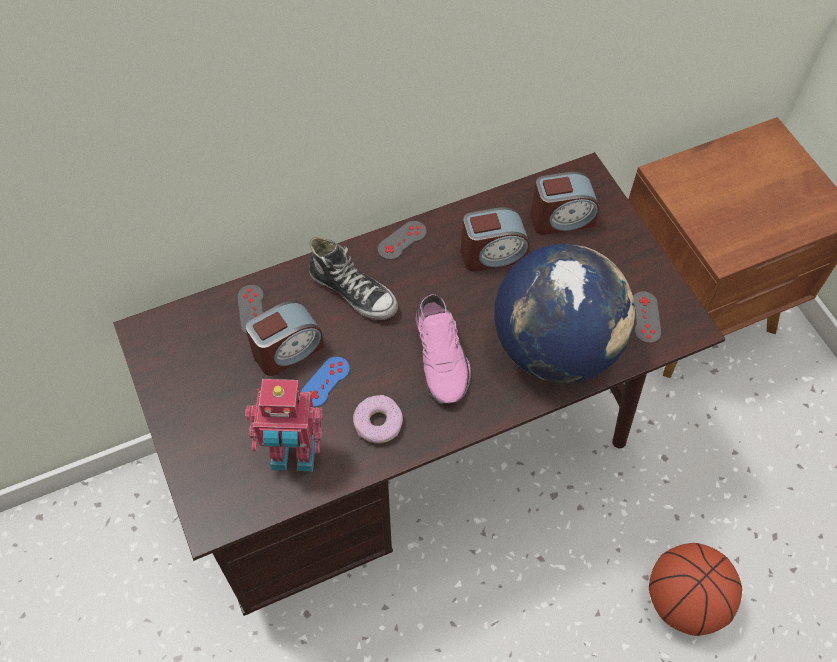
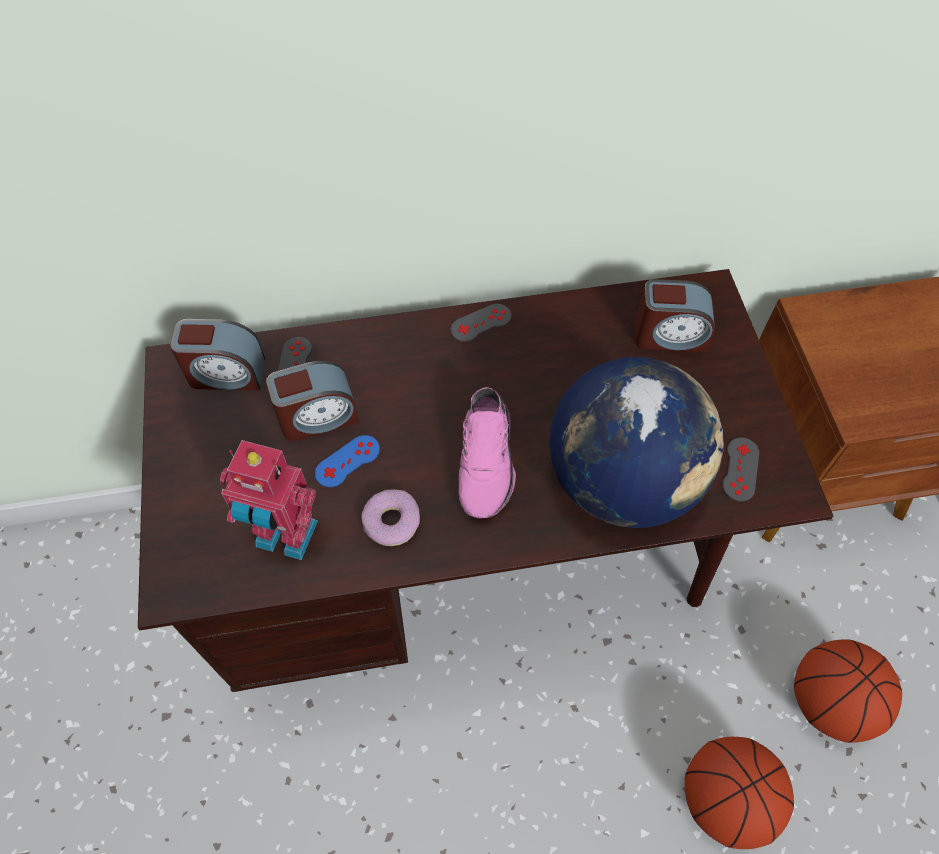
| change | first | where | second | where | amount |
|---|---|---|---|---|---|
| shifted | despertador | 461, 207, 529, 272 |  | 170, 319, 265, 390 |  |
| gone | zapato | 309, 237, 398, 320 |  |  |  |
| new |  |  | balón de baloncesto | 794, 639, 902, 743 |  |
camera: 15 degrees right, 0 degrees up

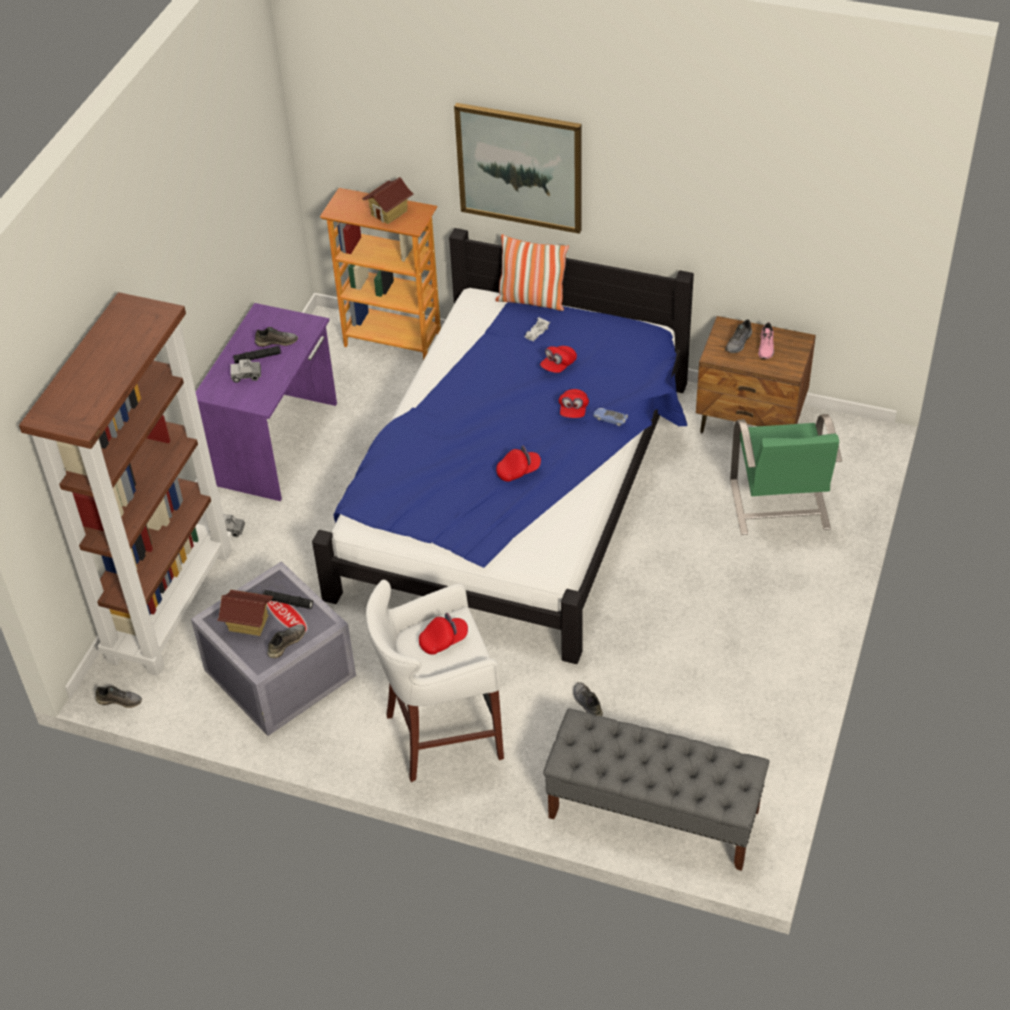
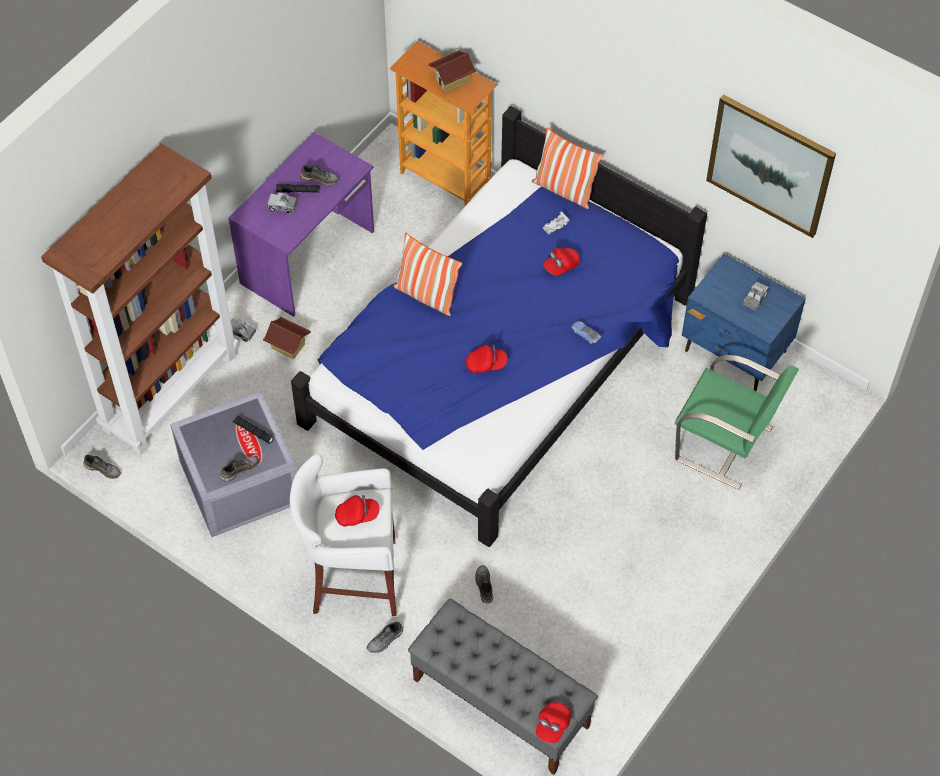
| change | first | where | second | where | amount |
|---|---|---|---|---|---|
| shifted | cuadro | 454, 103, 581, 234 |  | 706, 94, 836, 238 |  |
| repainted | mesita de noche (marrón) | 696, 316, 816, 433 | mesita de noche (azul) | 682, 254, 806, 391 |  |
| shifted | zapato (gris) | 725, 320, 752, 353 |  | 367, 622, 403, 653 |  |
| swapped | zapato (rosa) | 758, 322, 774, 359 | camión de juguete | 743, 281, 769, 310 |  |
| shifted | gorra (rojo) | 559, 389, 589, 418 |  | 536, 702, 571, 743 |  |
| rotated | silla (verde) | 730, 414, 842, 535 |  | 675, 355, 799, 490 | 75 degrees counterclockwise |
| shifted | casita | 217, 590, 273, 636 |  | 263, 316, 311, 359 |  |
| new |  |  | cojín | 393, 233, 463, 316 |  |
camera: 15 degrees right, 10 degrees up

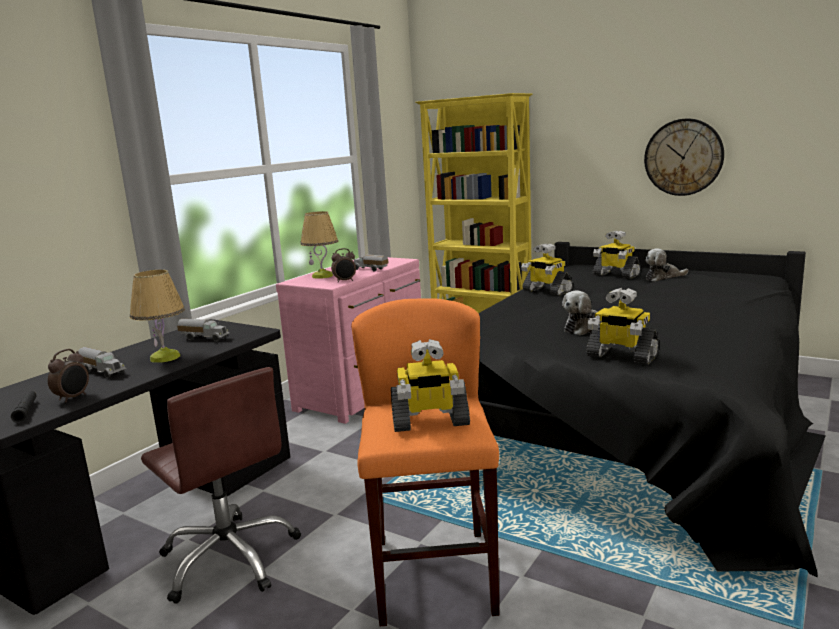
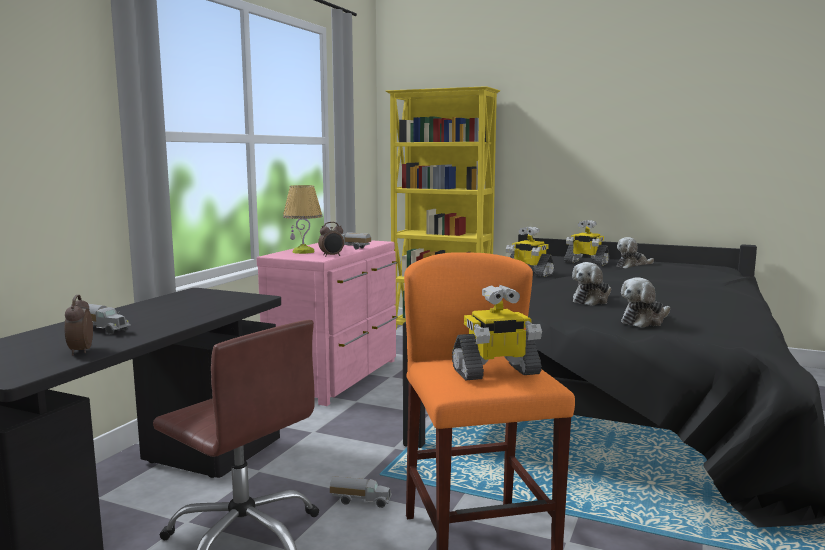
| change | first | where | second | where | amount |
|---|---|---|---|---|---|
| gone | reloj de pared | 644, 119, 724, 196 |  |  |  |
| gone | lámpara de mesa | 130, 270, 185, 363 |  |  |  |
| swapped | robot de juguete | 586, 288, 659, 365 | peluche | 621, 277, 670, 328 |  |
| shifted | camión de juguete | 177, 319, 230, 342 |  | 330, 476, 392, 508 |  |
| rotated | despertador | 48, 349, 89, 403 |  | 64, 295, 93, 356 | 150 degrees clockwise |
| gone | linterna (negro) | 11, 391, 37, 423 |  |  |  |
camera: 10 degrees left, 5 degrees down

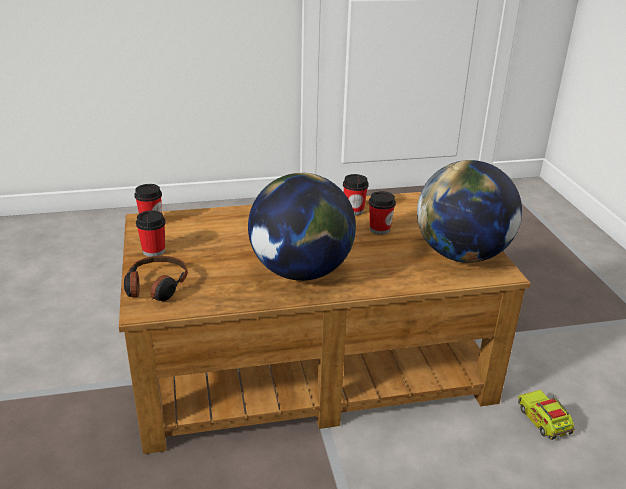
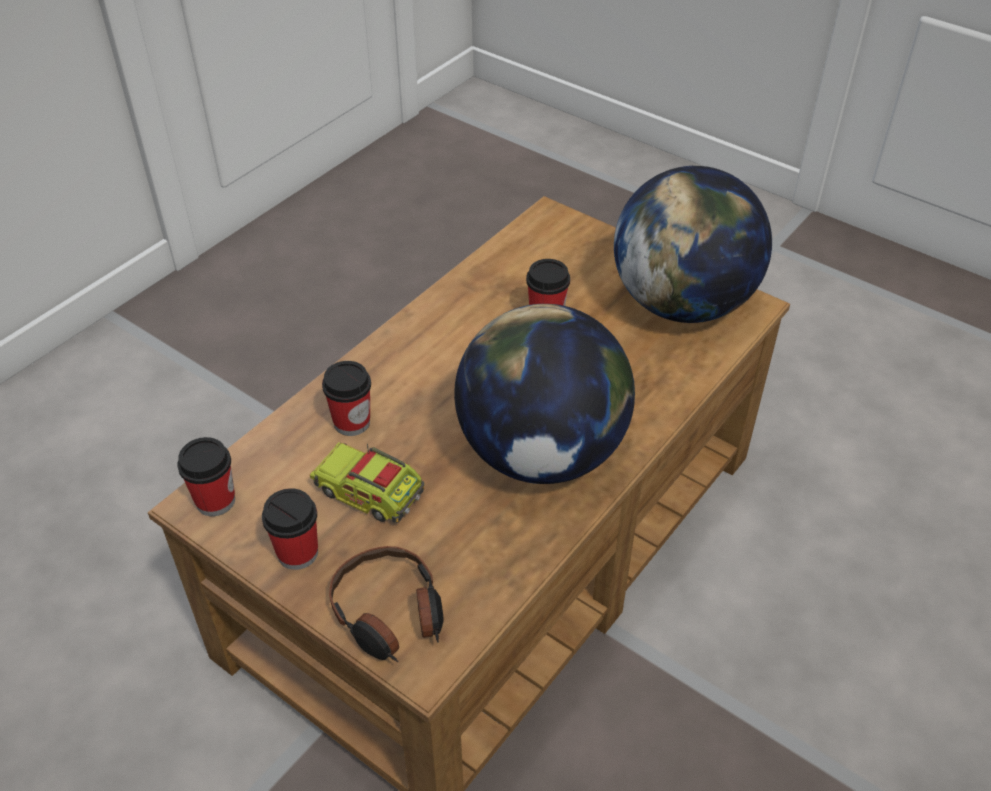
| change | first | where | second | where | amount |
|---|---|---|---|---|---|
| shifted | taza | 343, 174, 368, 215 |  | 322, 361, 371, 436 |  |
| shifted | camión de juguete | 518, 390, 575, 440 |  | 310, 442, 425, 523 |  |
camera: 40 degrees left, 15 degrees up

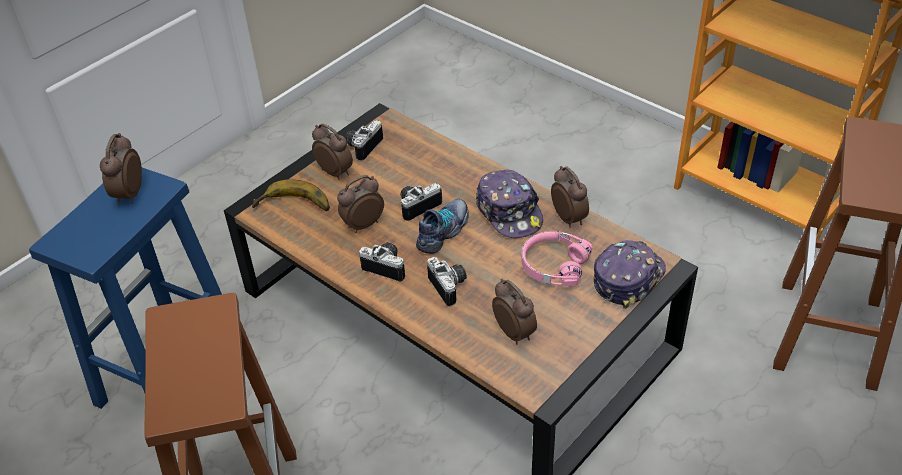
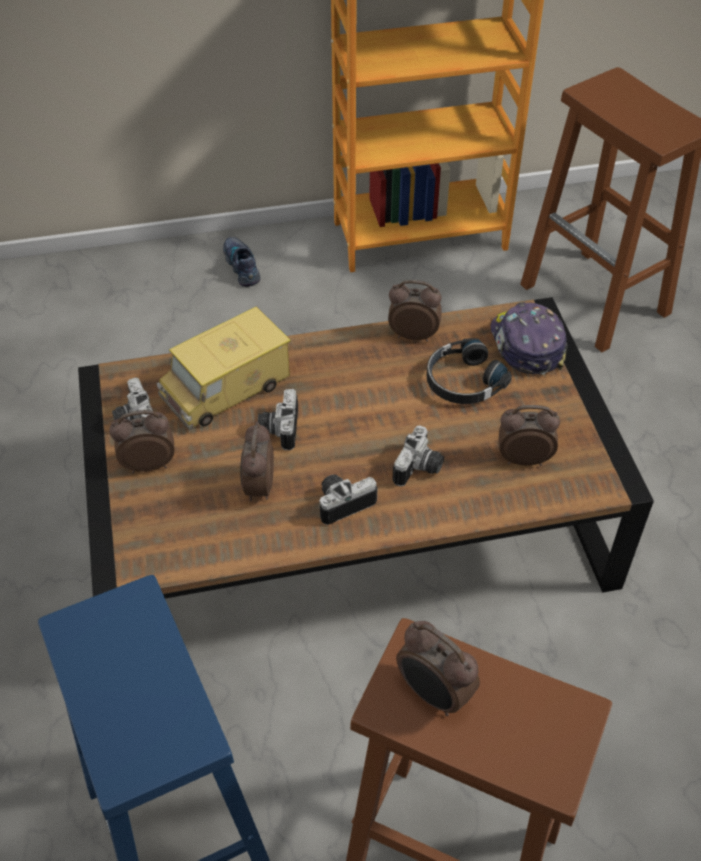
| change | first | where | second | where | amount |
|---|---|---|---|---|---|
| shifted | despertador | 100, 133, 142, 205 |  | 396, 621, 480, 716 |  |
| gone | gorra | 476, 170, 543, 238 |  |  |  |
| gone | plátano | 252, 179, 330, 211 |  |  |  |
| shifted | zapato | 416, 199, 468, 254 |  | 223, 237, 261, 287 |  |
| repainted | auriculares (rosa) | 521, 231, 592, 287 | auriculares (negro) | 427, 338, 512, 404 |  |
| rotated | cámara | 427, 257, 467, 306 |  | 392, 425, 444, 487 | 105 degrees clockwise |
| new |  |  | camión de juguete | 157, 306, 291, 431 |  |
camera: 55 degrees left, 5 degrees up

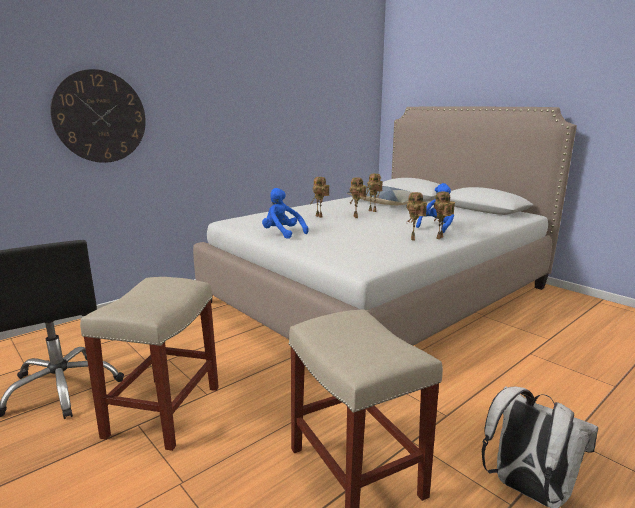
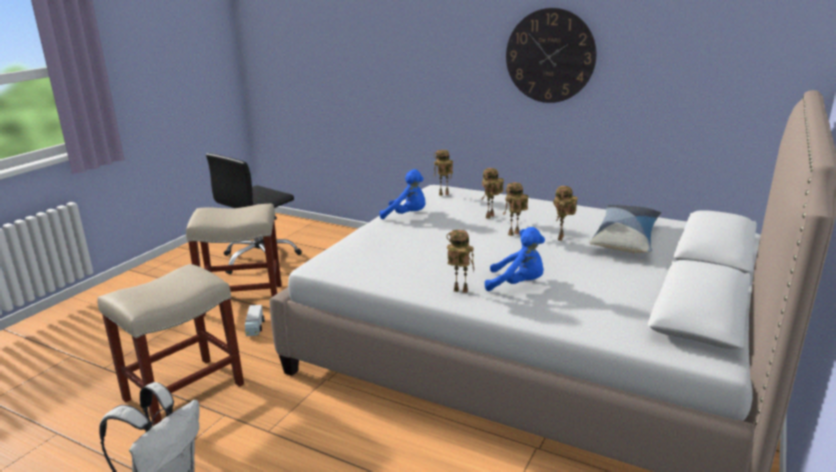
| change | first | where | second | where | amount |
|---|---|---|---|---|---|
| shifted | reloj de pared | 50, 69, 146, 163 |  | 506, 8, 596, 103 |  |
| rotated | peluche (azul) | 262, 188, 309, 239 |  | 380, 169, 426, 219 | 90 degrees clockwise |
| shifted | robot de juguete | 407, 192, 427, 240 |  | 433, 150, 453, 196 |  |
| new |  |  | camión de juguete | 245, 305, 265, 336 |  |
camera: 70 degrees right, 5 degrees up

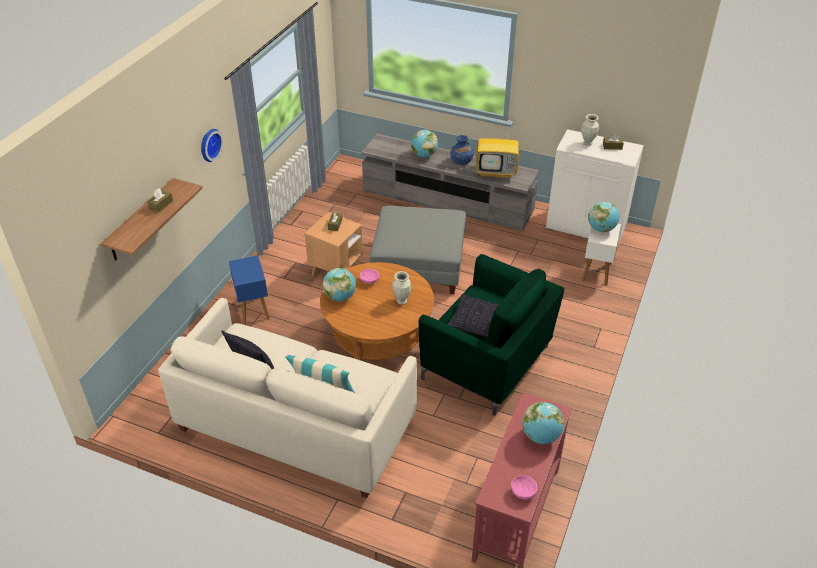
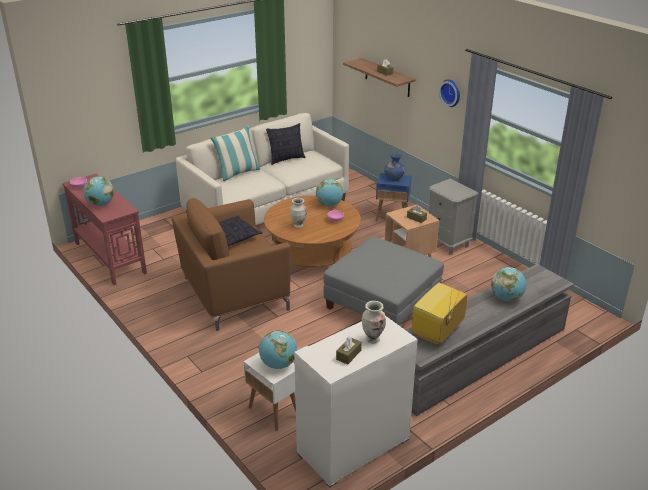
| change | first | where | second | where | amount |
|---|---|---|---|---|---|
| shifted | florero (azul) | 450, 135, 474, 165 |  | 384, 153, 405, 181 |  |
| repainted | sillón (verde) | 419, 254, 564, 416 | sillón (marrón) | 172, 198, 291, 331 |  |
| new |  |  | mesita de noche (gris) | 429, 178, 479, 255 |  |
camera: 120 degrees right, 10 degrees down

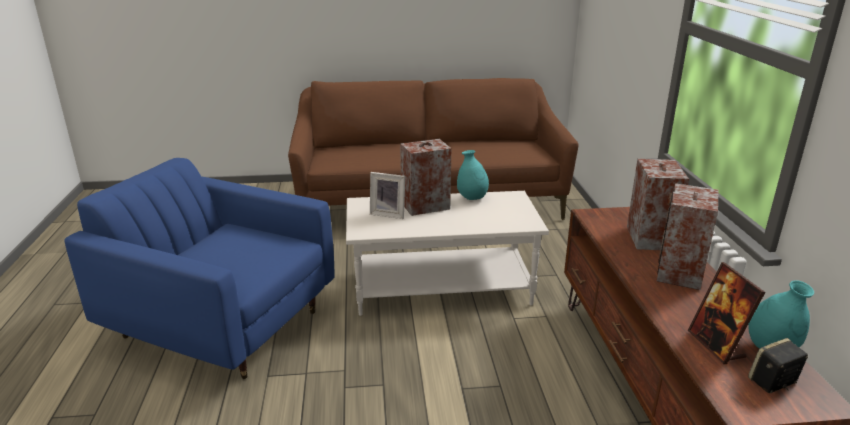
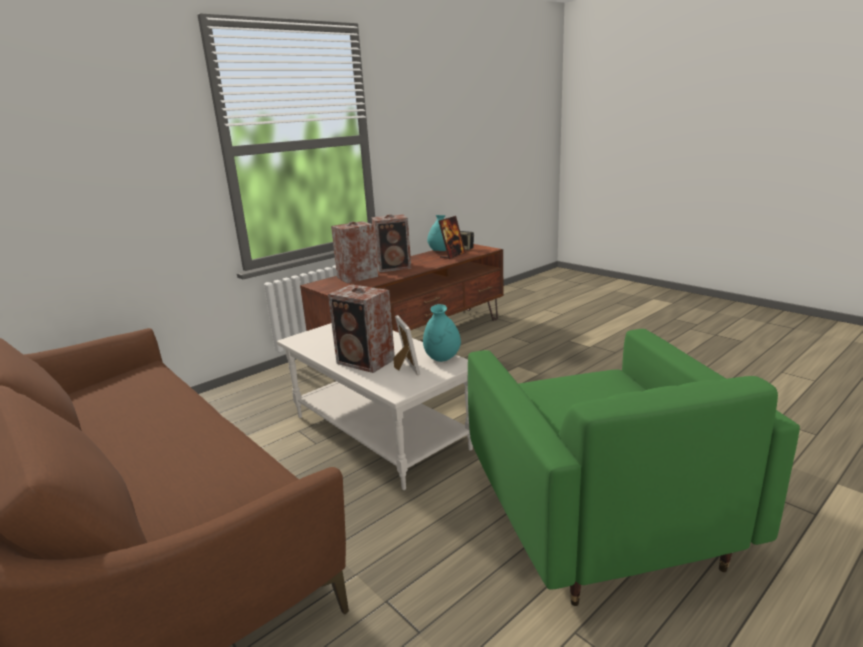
| change | first | where | second | where | amount |
|---|---|---|---|---|---|
| shifted | florero (turquesa) | 457, 150, 489, 200 |  | 423, 304, 461, 362 |  |
| repainted | sillón (azul) | 65, 158, 335, 379 | sillón (verde) | 468, 329, 800, 606 |  |
camera: 125 degrees left, 5 degrees down

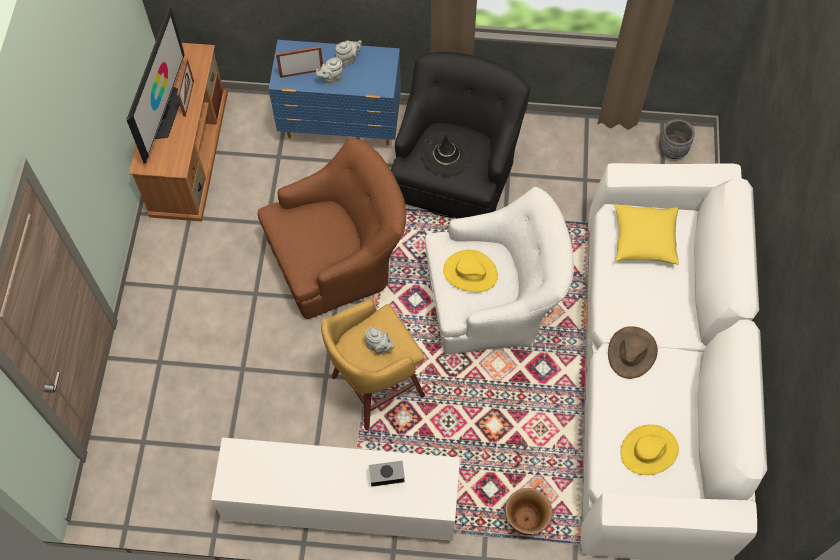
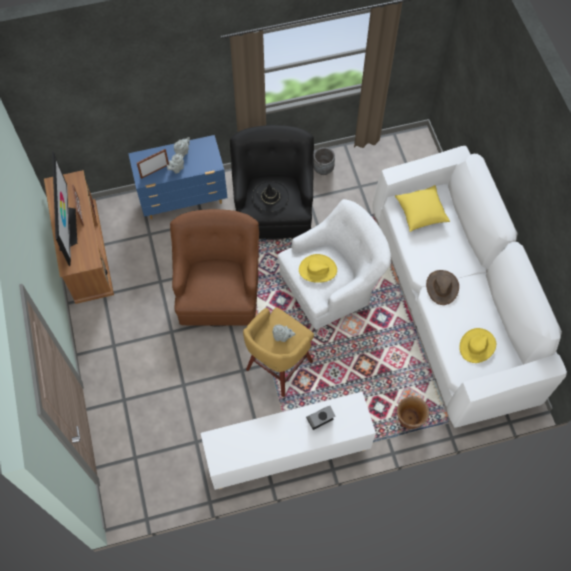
| change | first | where | second | where | amount |
|---|---|---|---|---|---|
| shifted | maceta (gris) | 659, 119, 695, 159 |  | 313, 147, 335, 175 |  |
| rotated | sillón (marrón) | 258, 137, 406, 319 |  | 170, 209, 259, 327 | 45 degrees counterclockwise |
camera: 20 degrees left, 0 degrees up

